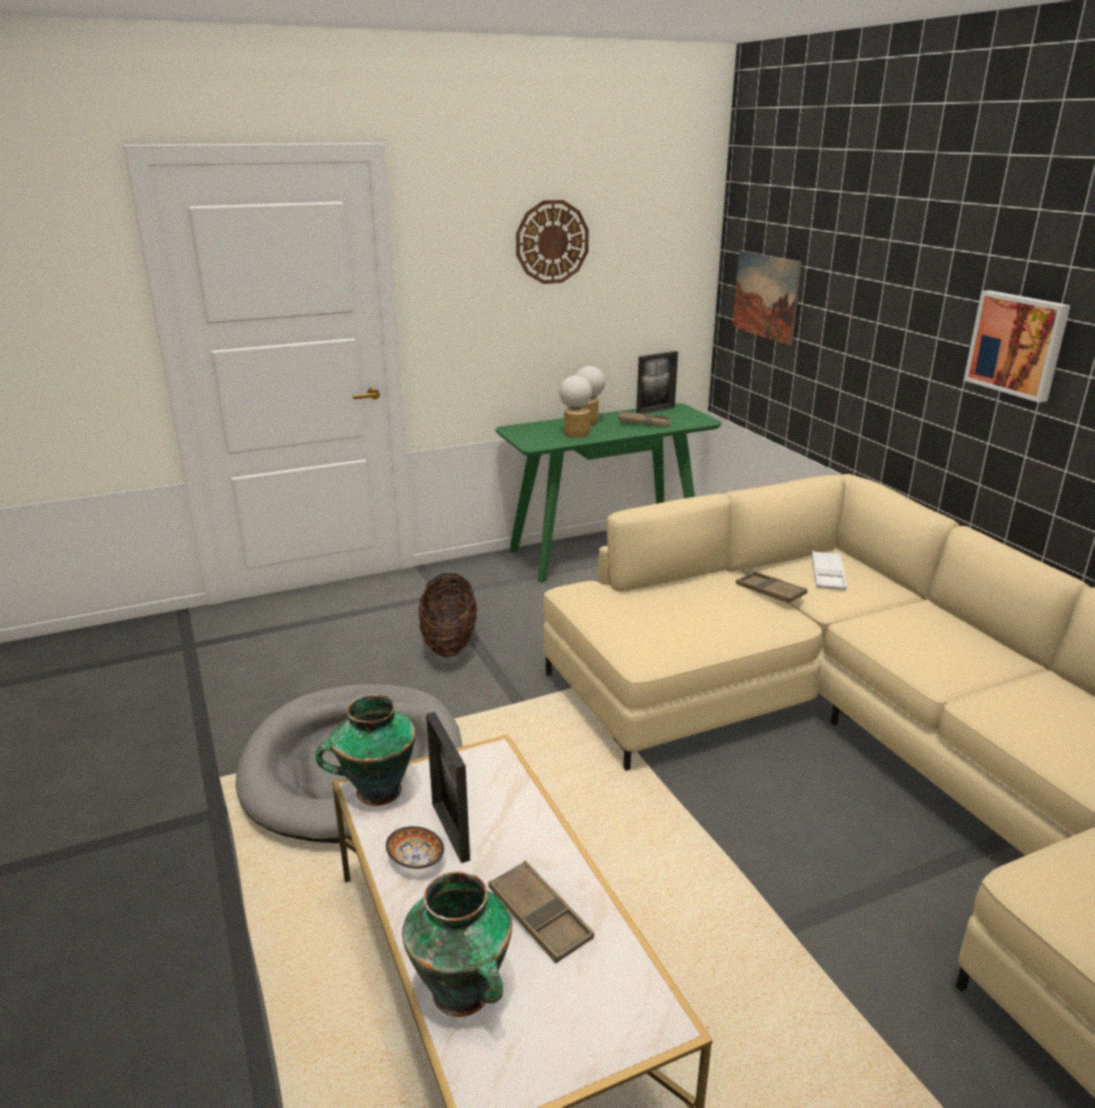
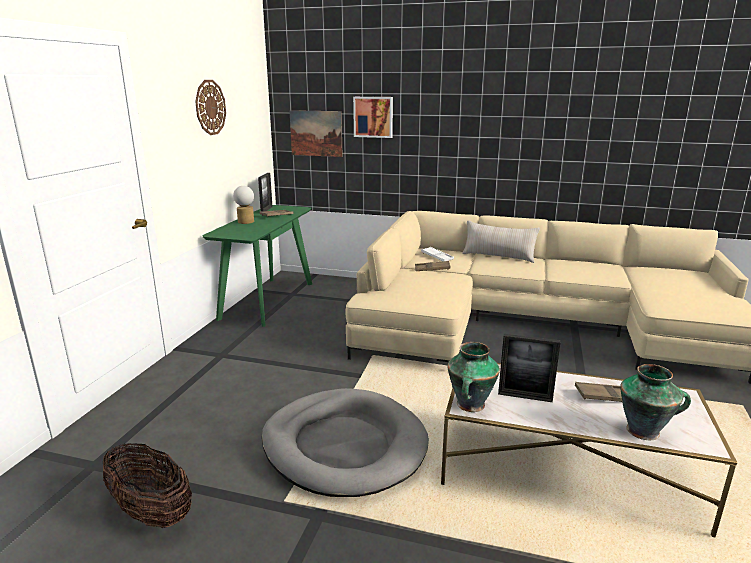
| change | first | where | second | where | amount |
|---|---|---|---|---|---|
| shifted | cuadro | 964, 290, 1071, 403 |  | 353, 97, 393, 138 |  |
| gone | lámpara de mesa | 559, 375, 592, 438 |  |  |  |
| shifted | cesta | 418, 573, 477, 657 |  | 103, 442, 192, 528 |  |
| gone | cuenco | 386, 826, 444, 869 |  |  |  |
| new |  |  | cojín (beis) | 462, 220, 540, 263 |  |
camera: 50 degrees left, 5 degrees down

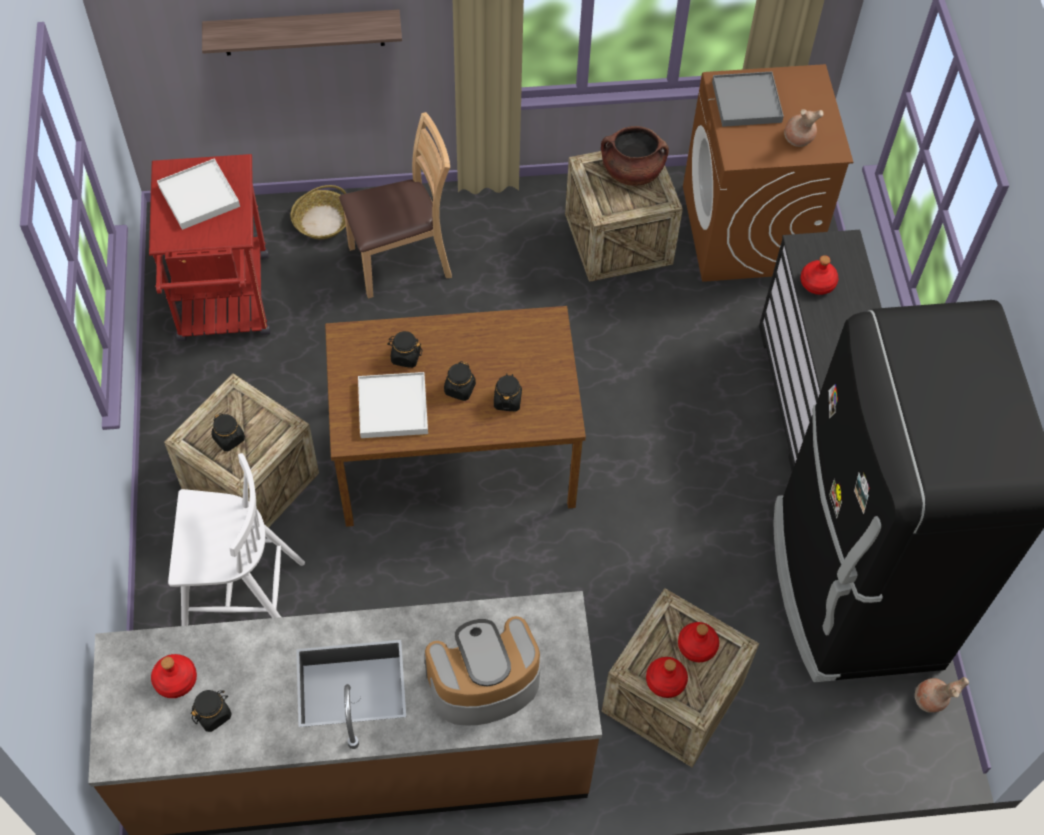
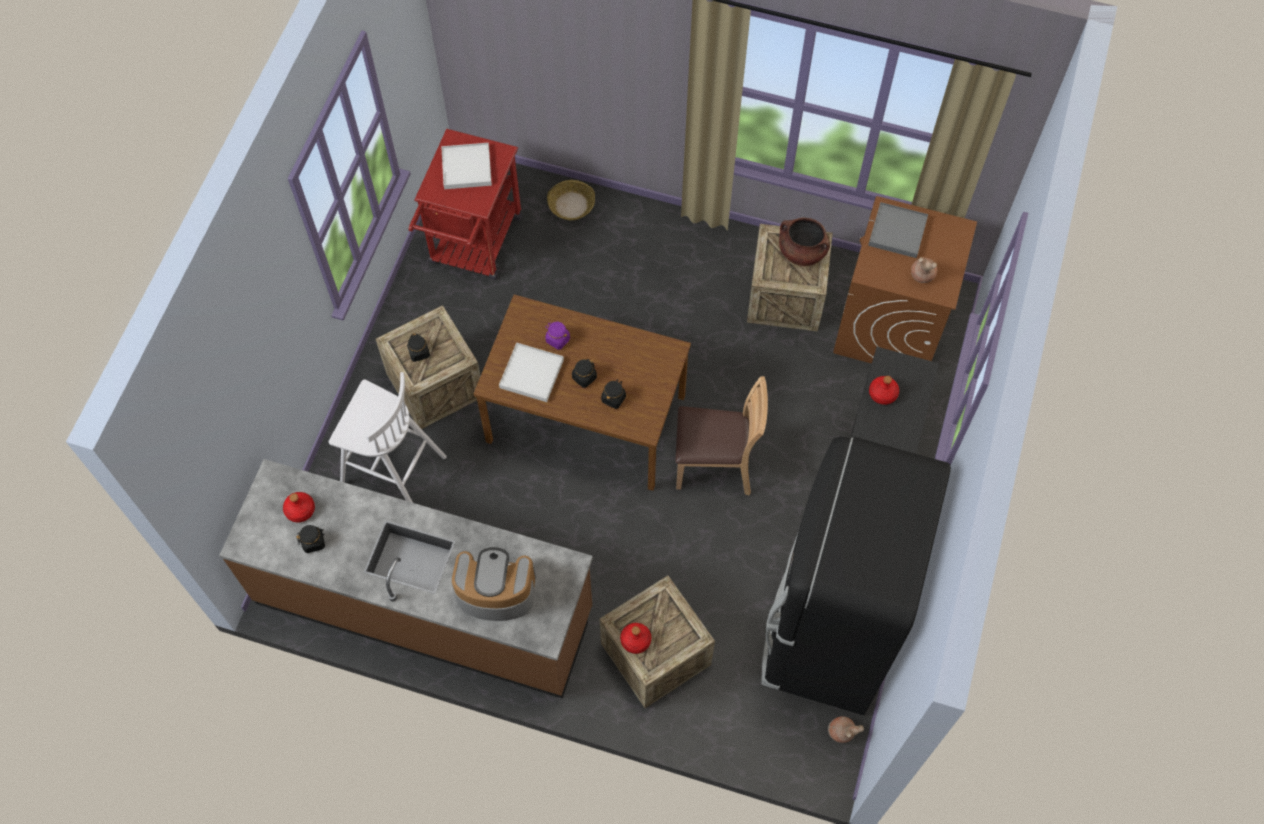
| change | first | where | second | where | amount |
|---|---|---|---|---|---|
| gone | estante | 202, 10, 402, 55 |  |  |  |
| shifted | silla (marrón) | 339, 112, 452, 298 |  | 676, 376, 768, 496 |  |
| repainted | tarro (negro) | 387, 331, 422, 368 | tarro (morado) | 545, 322, 570, 350 |  |
| gone | botella (rojo) | 678, 622, 719, 662 |  |  |  |
camera: 25 degrees right, 5 degrees up

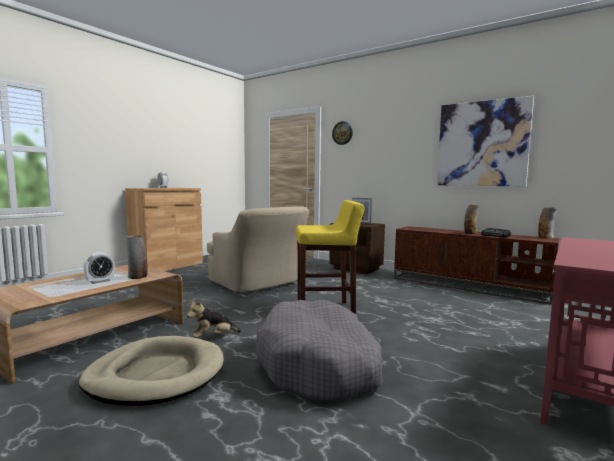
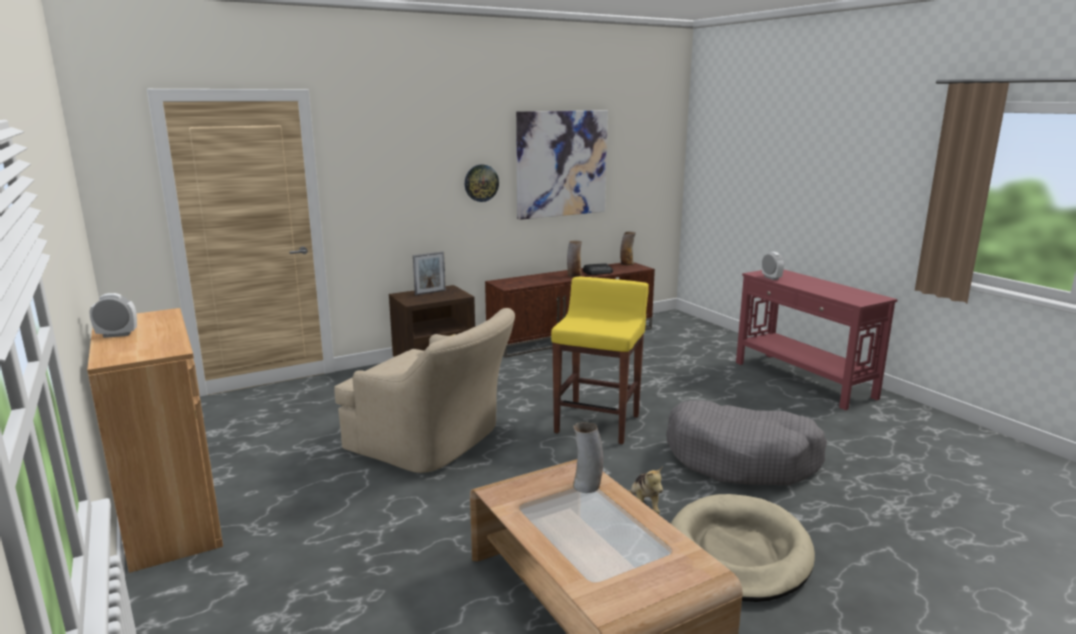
| change | first | where | second | where | amount |
|---|---|---|---|---|---|
| shifted | reloj de pared | 332, 121, 353, 145 |  | 465, 164, 499, 202 |  |
| rotated | sillón (beis) | 207, 206, 309, 292 |  | 334, 308, 515, 473 | 45 degrees clockwise |
| shifted | despertador | 84, 252, 115, 284 |  | 762, 252, 784, 280 |  |
camera: 65 degrees left, 10 degrees up

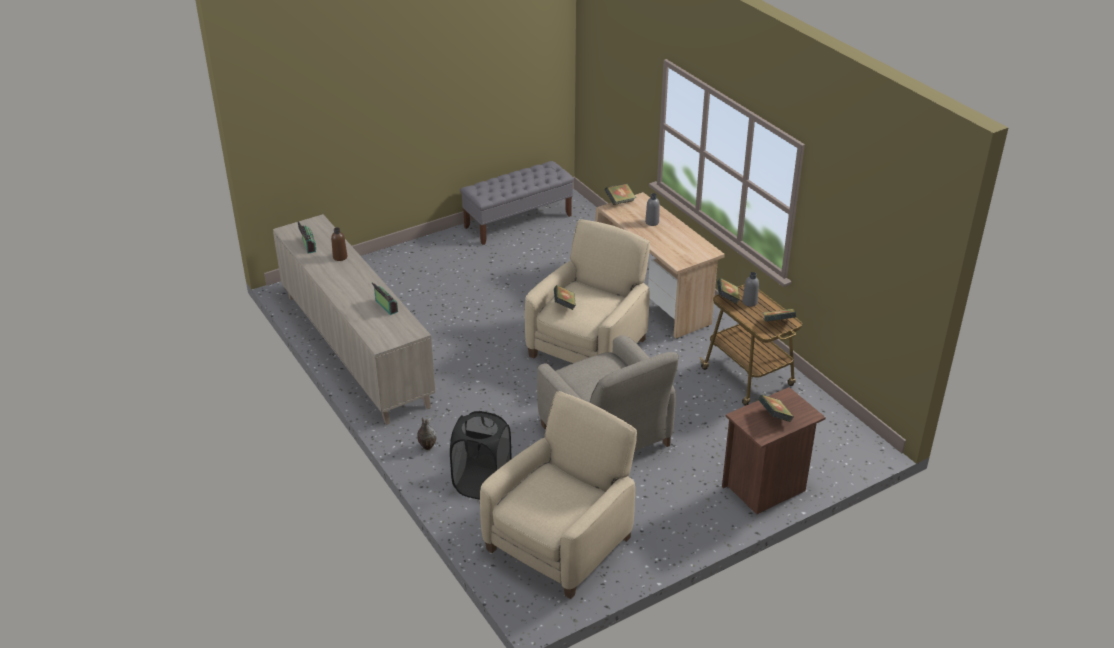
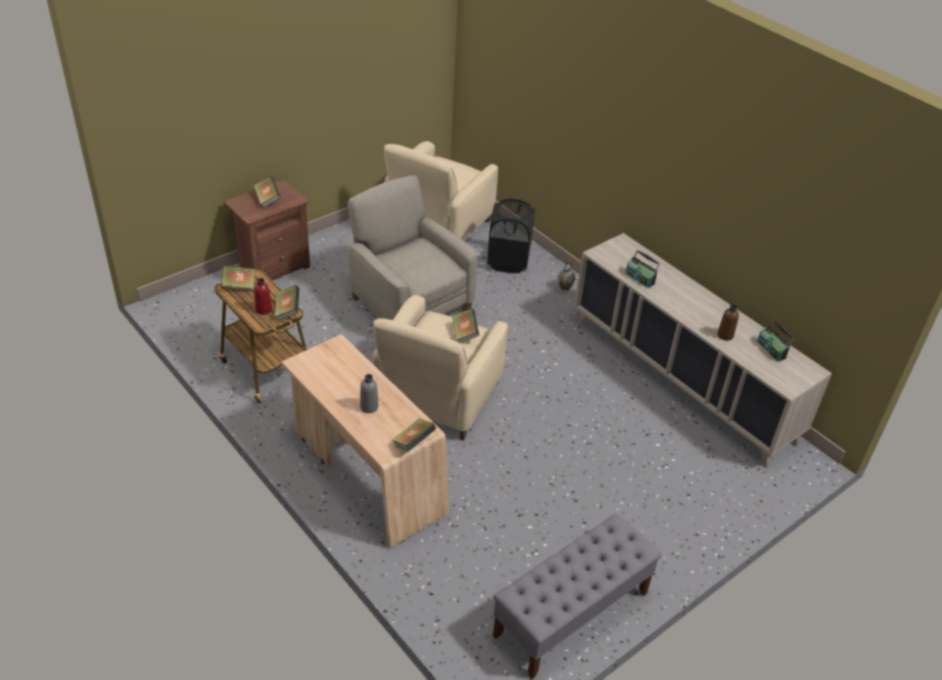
| change | first | where | second | where | amount |
|---|---|---|---|---|---|
| repainted | botella (gris) | 742, 272, 759, 307 | botella (rojo) | 254, 278, 272, 315 |  |
camera: 170 degrees right, 5 degrees up

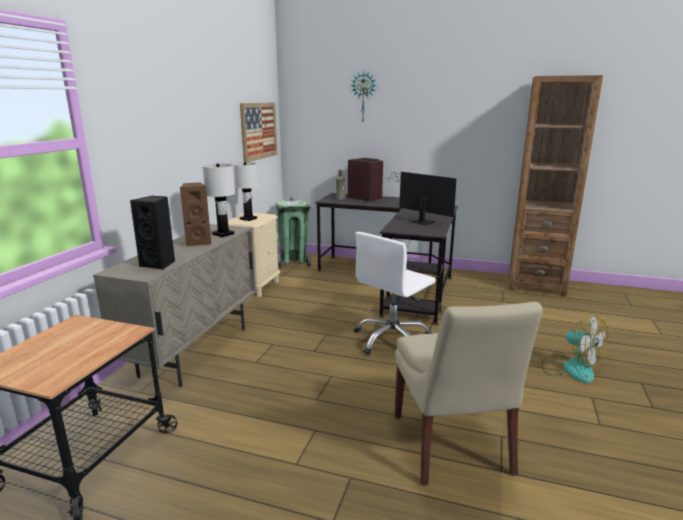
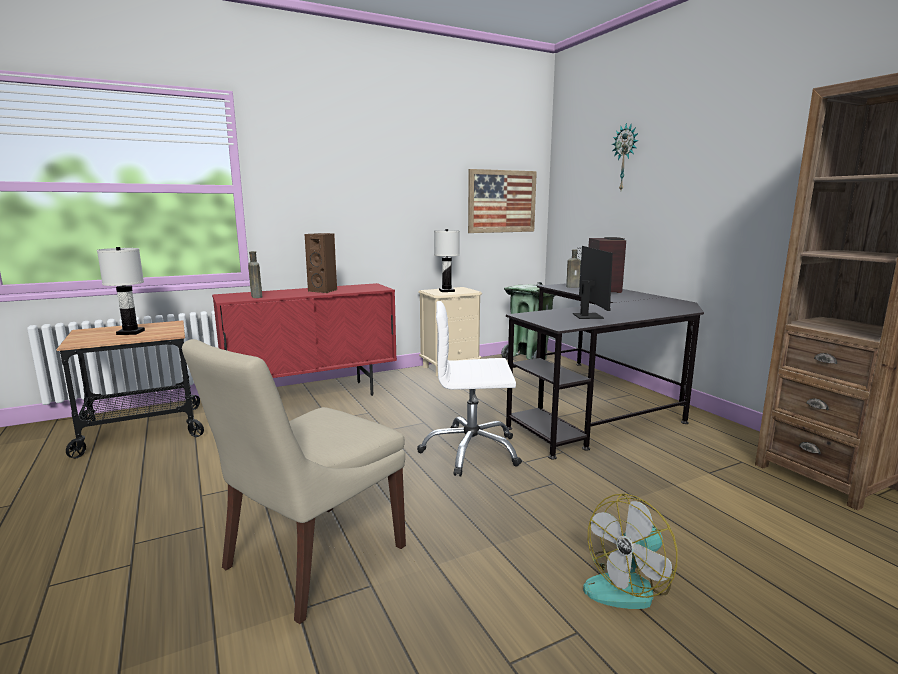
| change | first | where | second | where | amount |
|---|---|---|---|---|---|
| shifted | lámpara de mesa (blanco) | 202, 164, 235, 237 |  | 97, 247, 145, 335 |  |
| swapped | altavoz (negro) | 130, 196, 175, 270 | botella (marrón) | 248, 251, 262, 298 |  |
| repainted | armario (beis) | 93, 224, 256, 387 | armario (rojo) | 212, 283, 397, 396 |  |
| rotated | ventilador | 541, 315, 608, 383 |  | 583, 494, 678, 609 | 45 degrees clockwise |
camera: 45 degrees right, 5 degrees down

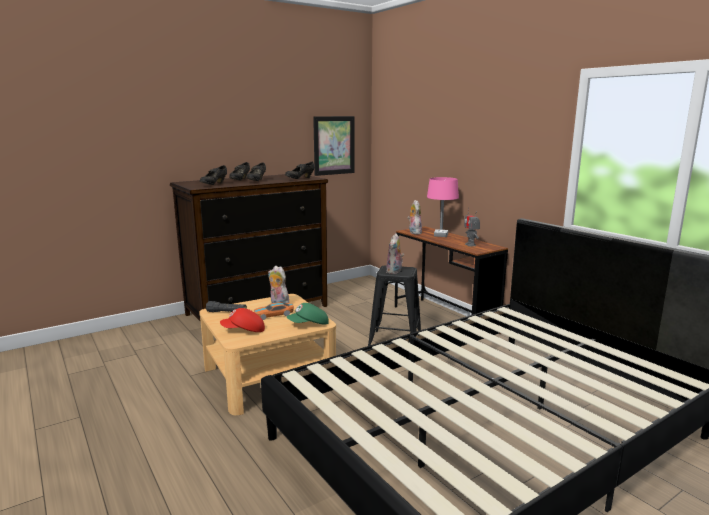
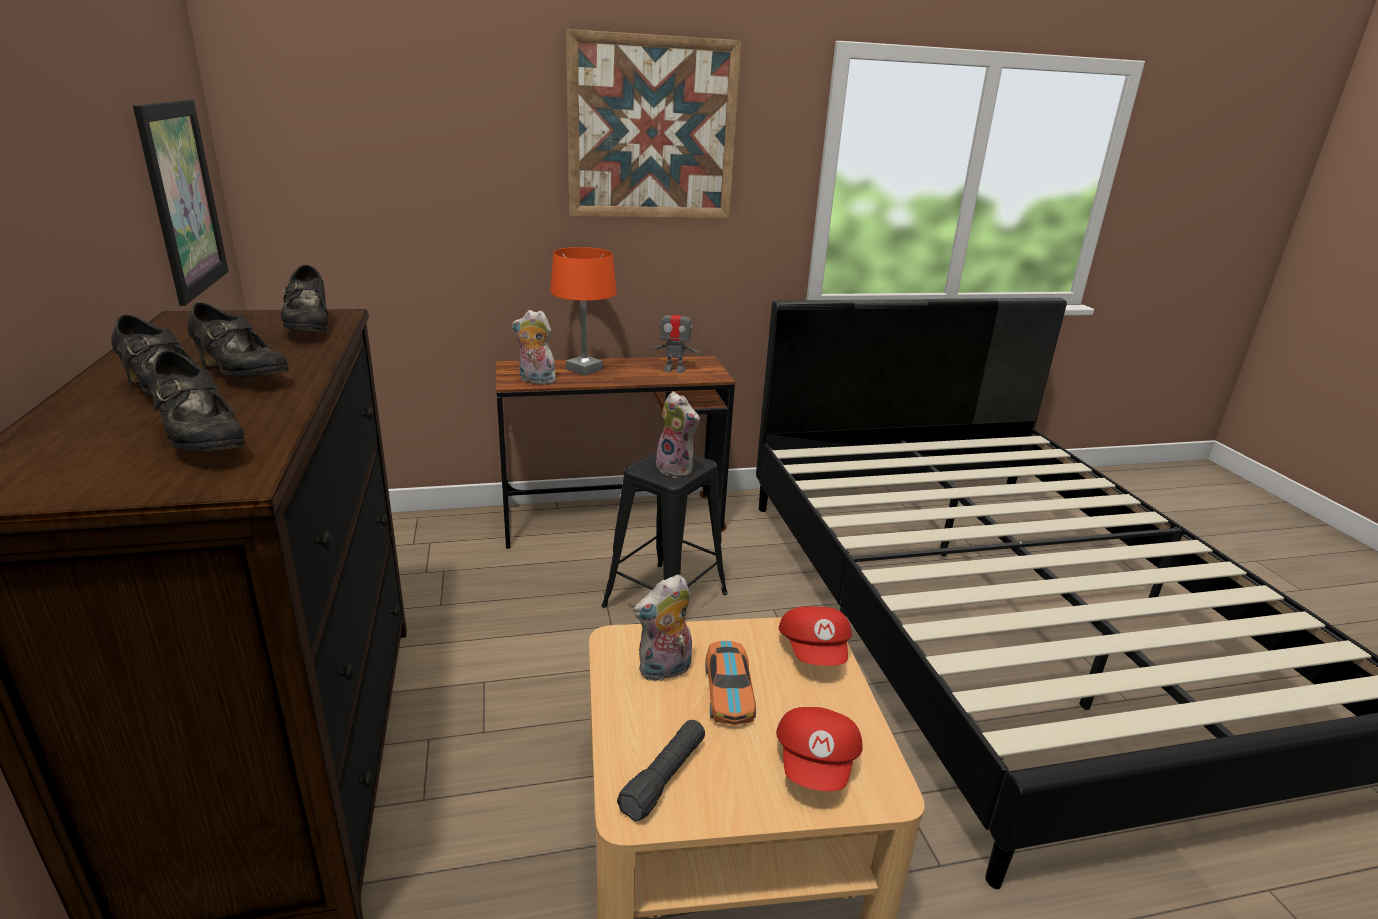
| change | first | where | second | where | amount |
|---|---|---|---|---|---|
| repainted | lámpara de mesa (rosa) | 427, 177, 459, 237 | lámpara de mesa (naranja) | 550, 247, 617, 376 |  |
| repainted | gorra (verde) | 287, 303, 329, 325 | gorra (rojo) | 779, 606, 852, 666 |  |
| new |  |  | cuadro | 566, 29, 741, 218 |  |
camera: 70 degrees left, 10 degrees up

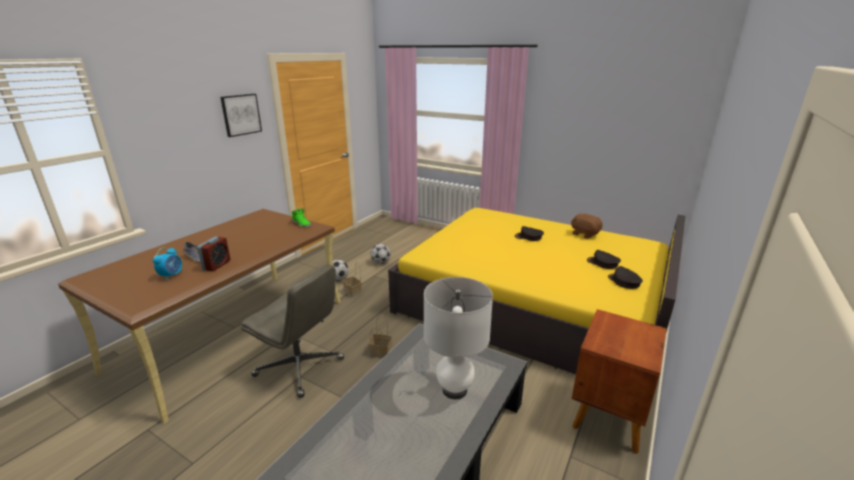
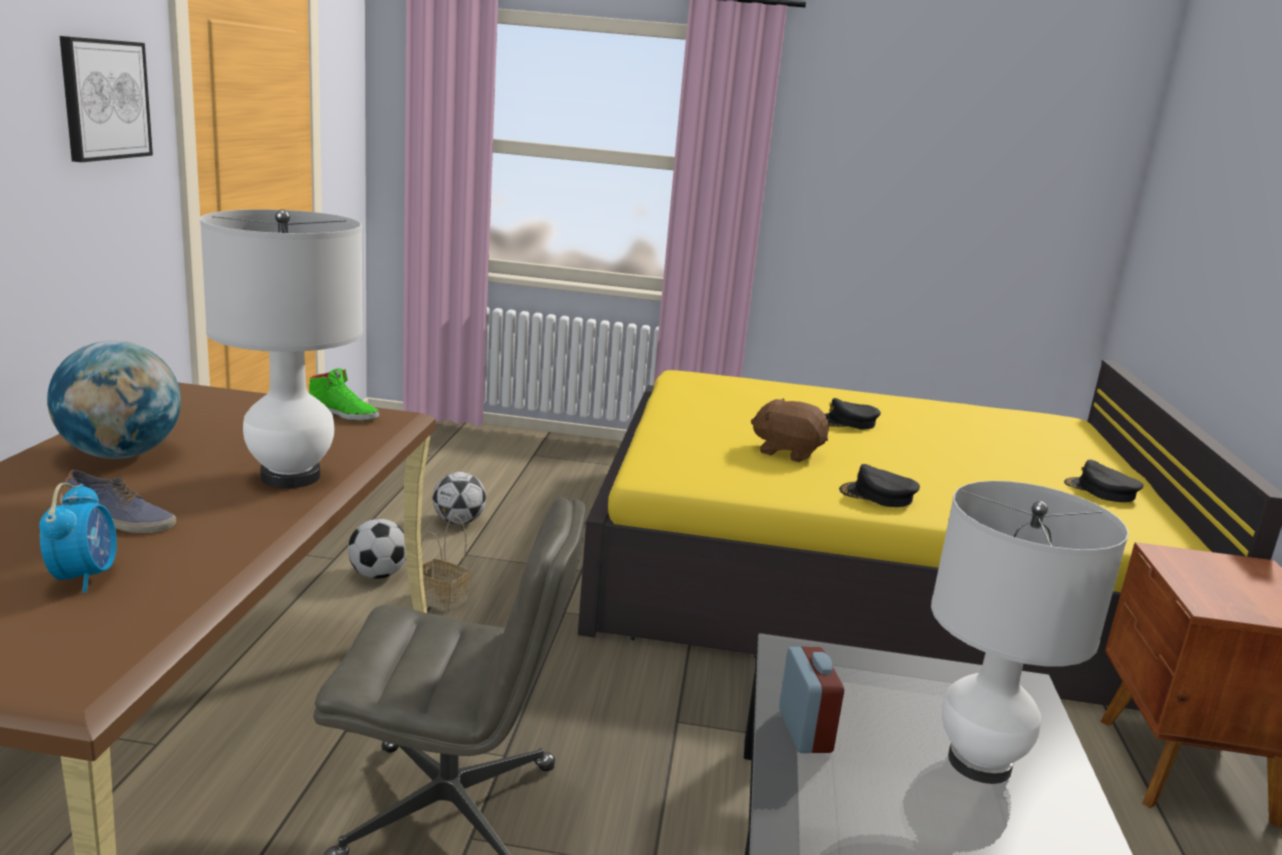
| change | first | where | second | where | amount |
|---|---|---|---|---|---|
| shifted | peluche (marrón) | 571, 213, 602, 239 |  | 751, 399, 829, 462 |  |
| shifted | despertador | 197, 236, 230, 271 |  | 779, 647, 844, 753 |  |
| shifted | gorra (negro) | 587, 250, 621, 269 |  | 839, 464, 920, 507 |  |
| gone | cesta | 368, 315, 392, 358 |  |  |  |
| new |  |  | lámpara de mesa (blanco) | 200, 209, 363, 488 |  |
| new |  |  | globo terráqueo | 47, 341, 181, 459 |  |
camera: 25 degrees left, 5 degrees down

